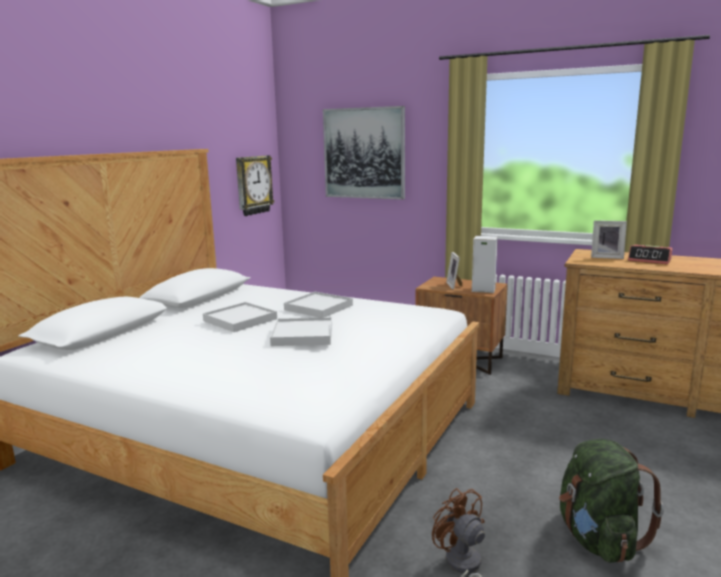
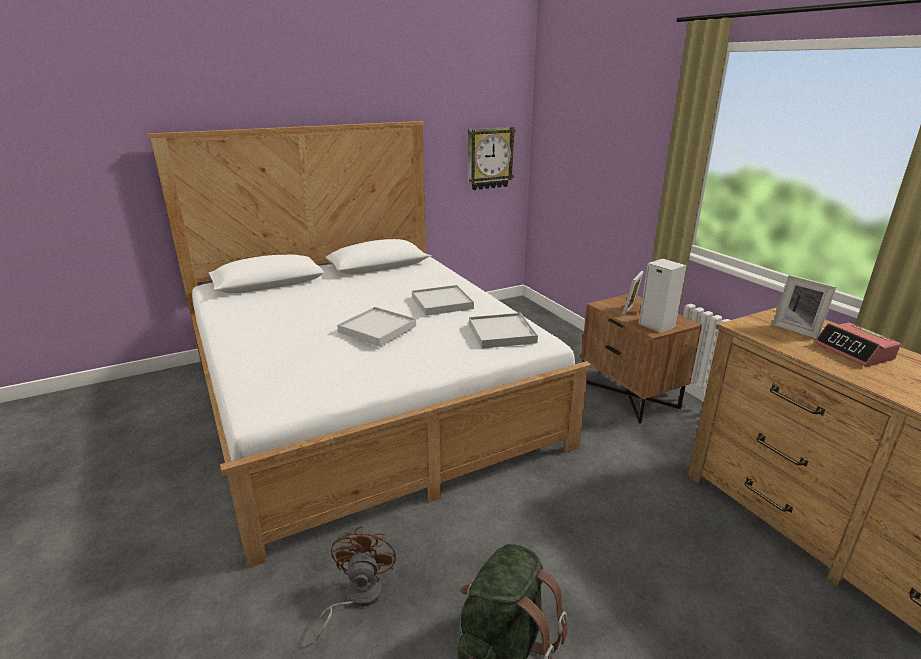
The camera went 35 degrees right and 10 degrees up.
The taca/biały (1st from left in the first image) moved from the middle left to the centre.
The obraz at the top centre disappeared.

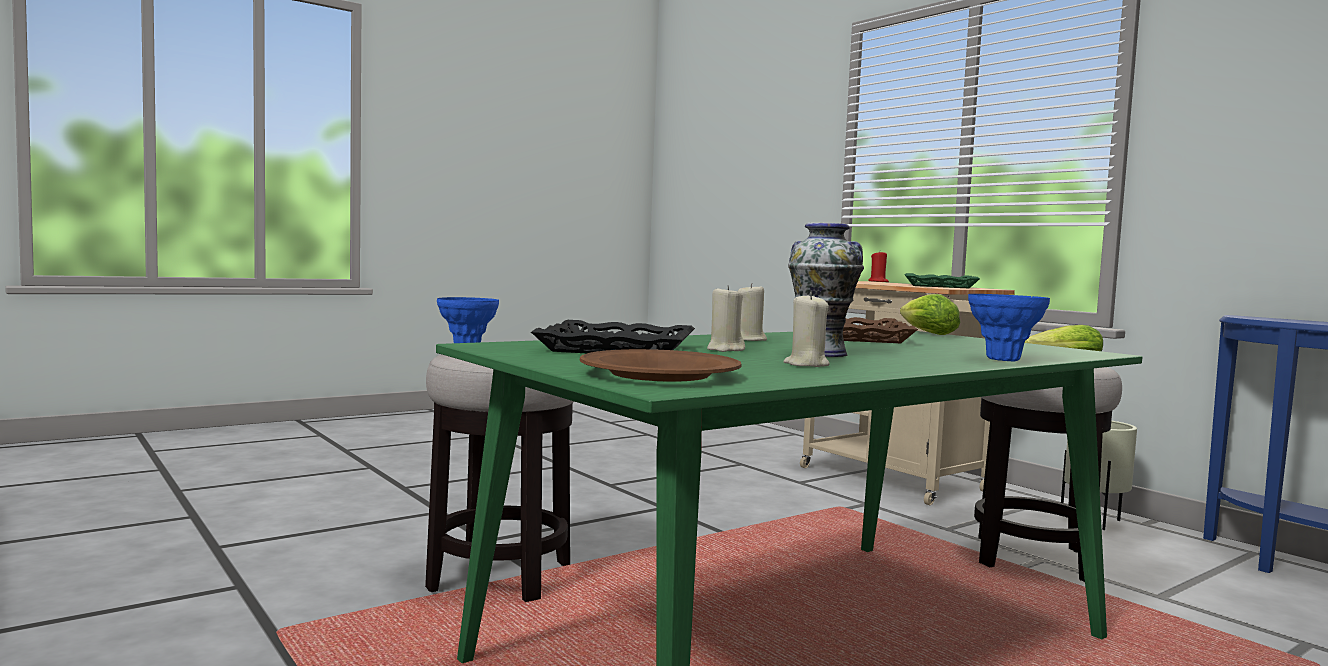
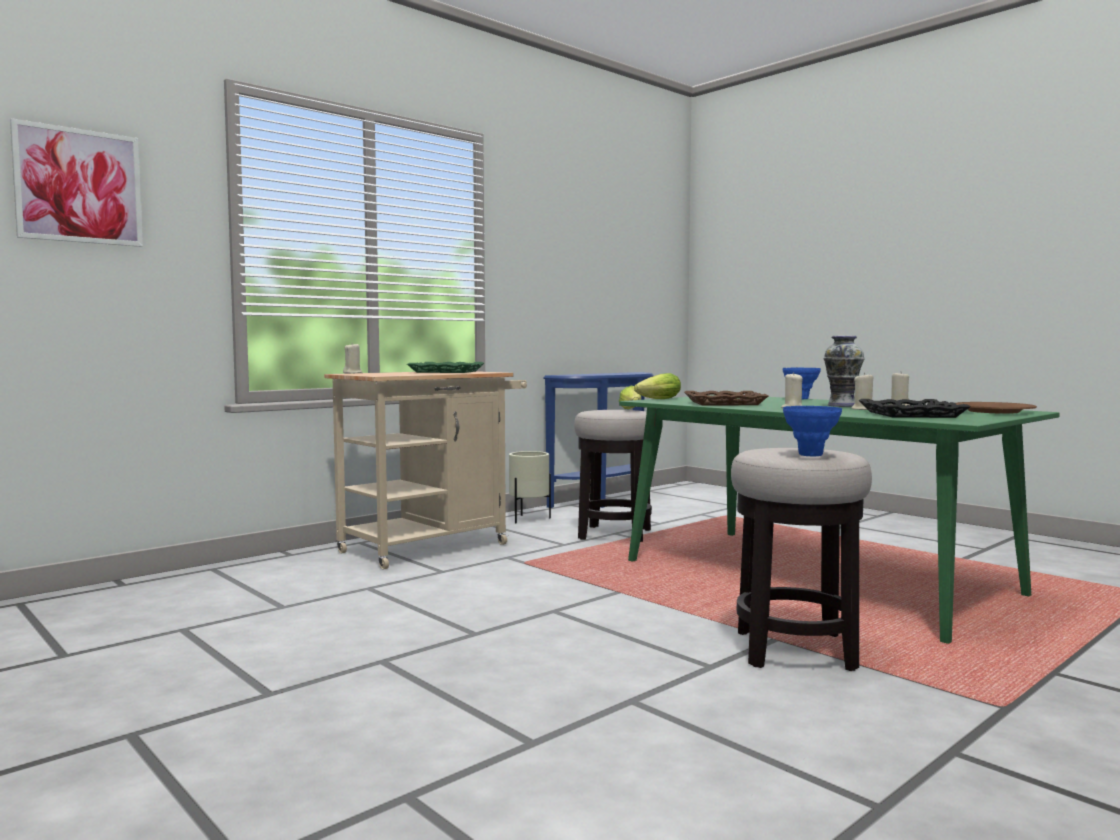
The camera went 95 degrees left and 0 degrees up.
The świeca/czerwony at the centre became the świeca/beżowy (1st from left) at the middle left.
The obraz at the top left appeared.

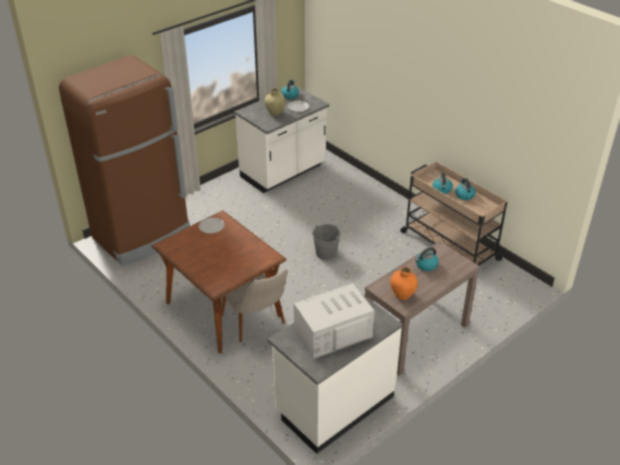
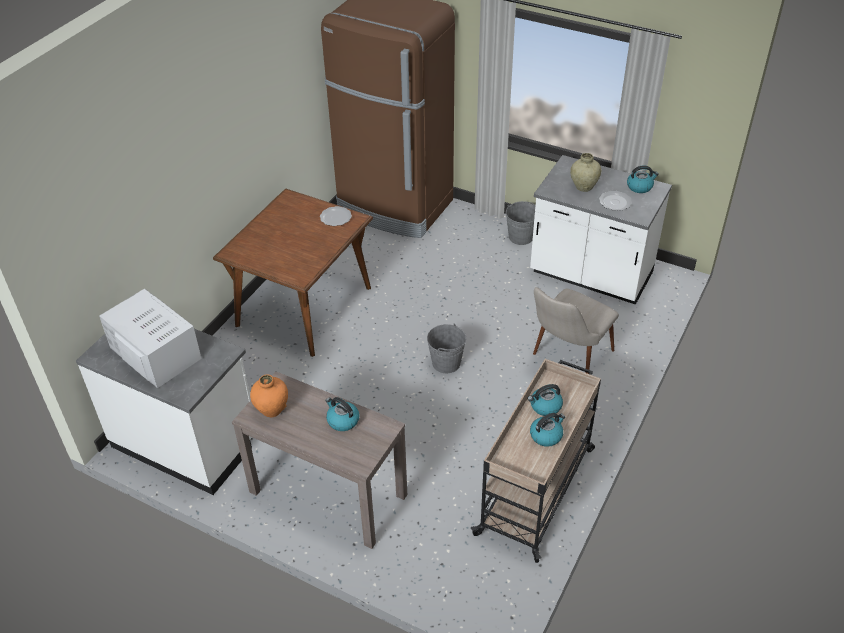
The camera went 70 degrees right and 5 degrees up.
The krzesło/beżowy moved from the centre to the middle right.
The wiadro/szary (2nd from left) at the centre appeared.

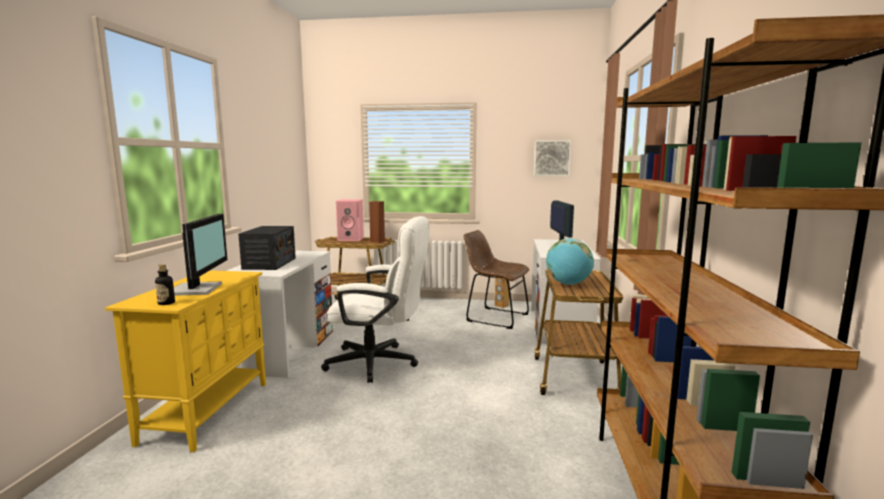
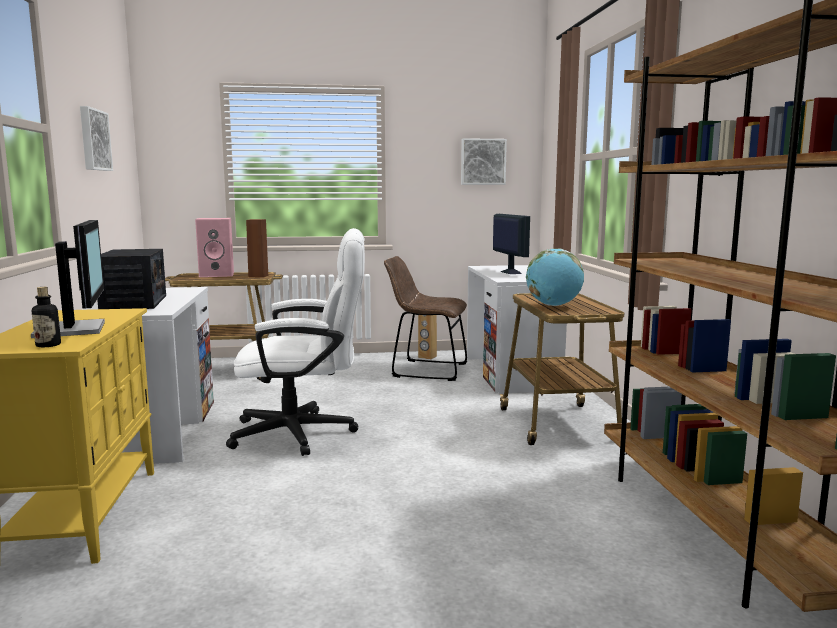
The camera went 15 degrees left and 0 degrees up.
The obraz (1st from left) at the top left appeared.

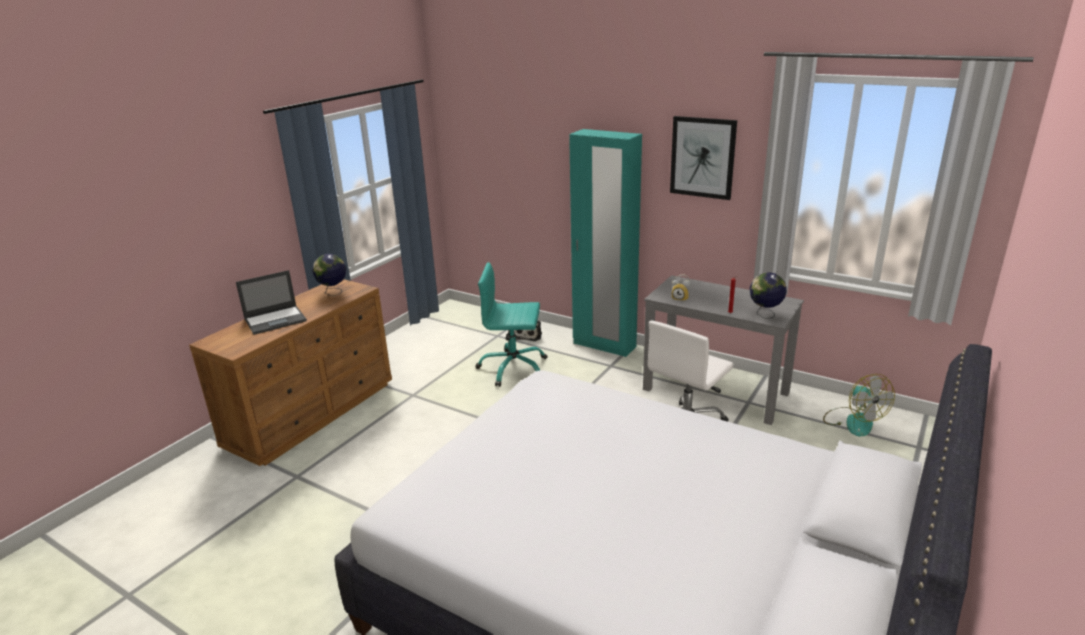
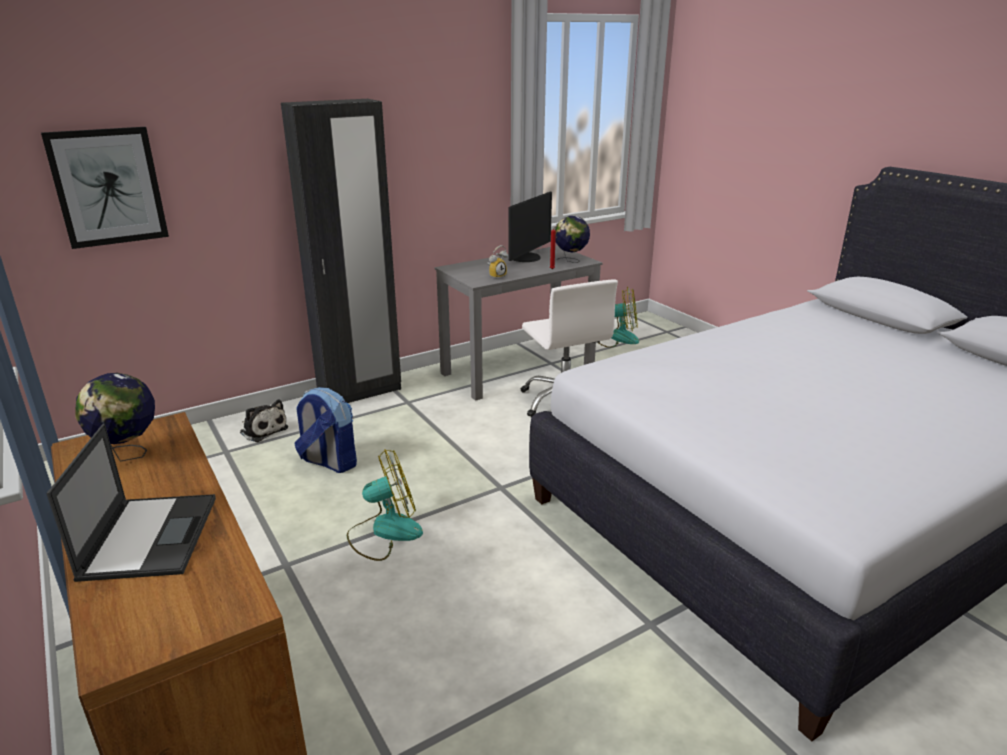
The camera went 65 degrees left and 0 degrees up.
The krzesło biurowe/turkusowy at the centre was replaced by the plecak at the middle left.
The szafa/turkusowy at the centre became the szafa/czarny at the top centre.
The obraz moved from the top centre to the top left.
The wentylator (1st from left) at the bottom centre appeared.
The monitor at the top centre appeared.

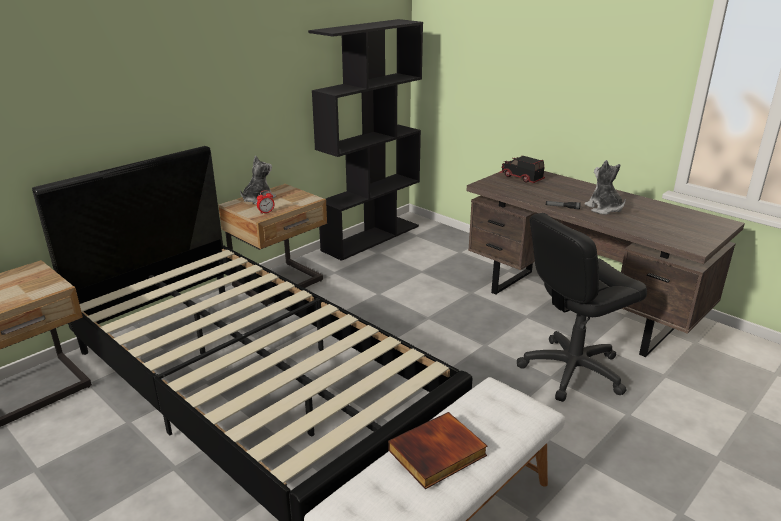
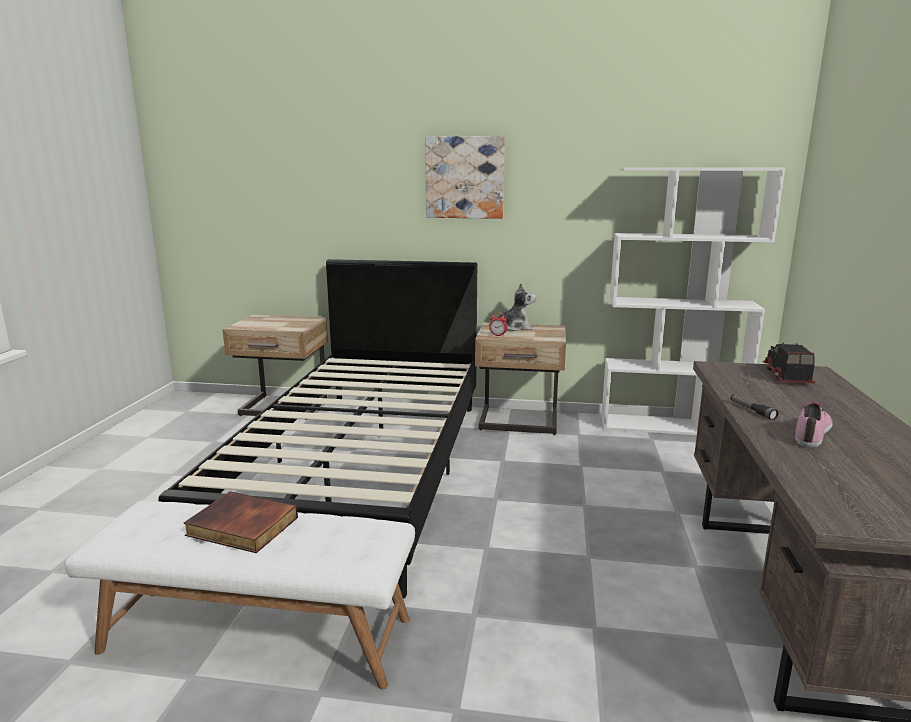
The camera went 55 degrees right and 10 degrees down.
The regał/czarny at the top centre became the regał/biały at the middle right.
The krzesło biurowe/czarny at the middle right disappeared.
The pluszak (2nd from left) at the middle right was replaced by the but at the middle right.
The obraz at the top centre appeared.

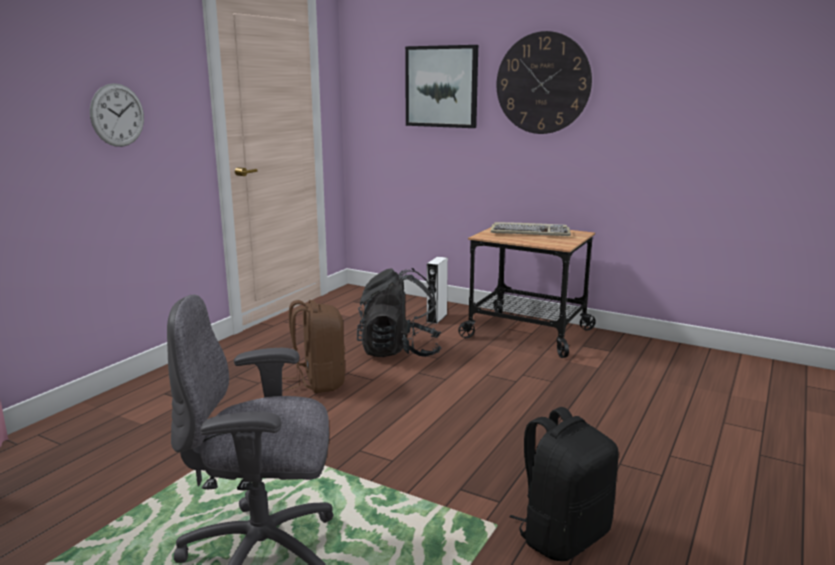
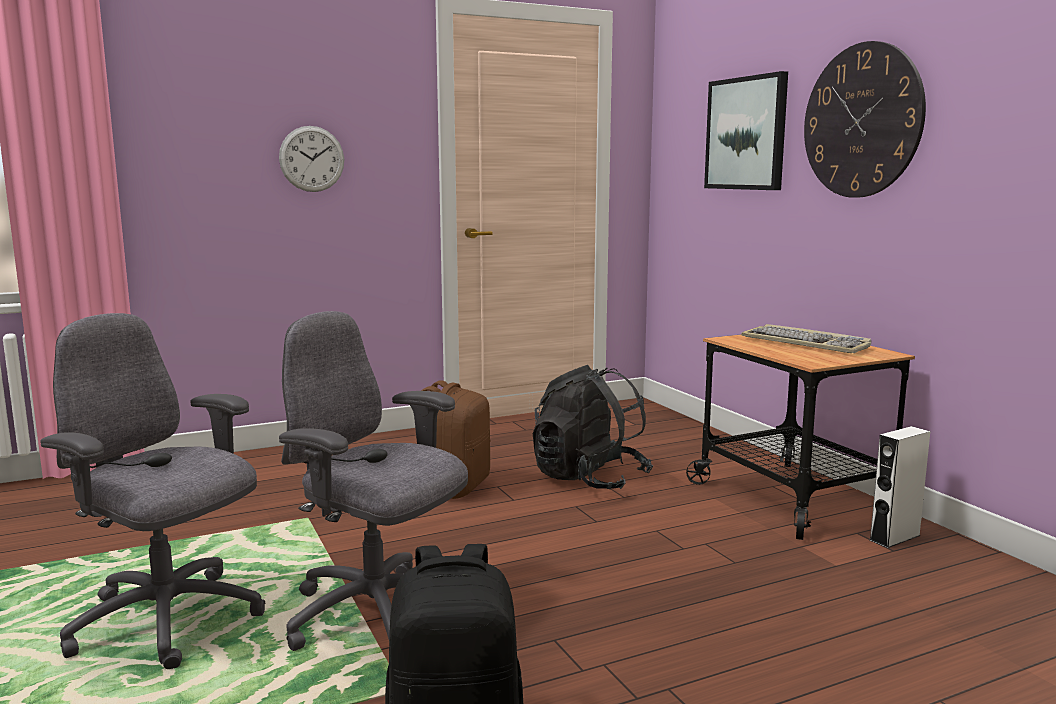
The camera went 35 degrees right and 5 degrees down.
The głośnik/biały moved from the centre to the bottom right.
The krzesło biurowe/szary (2nd from left) at the bottom centre appeared.

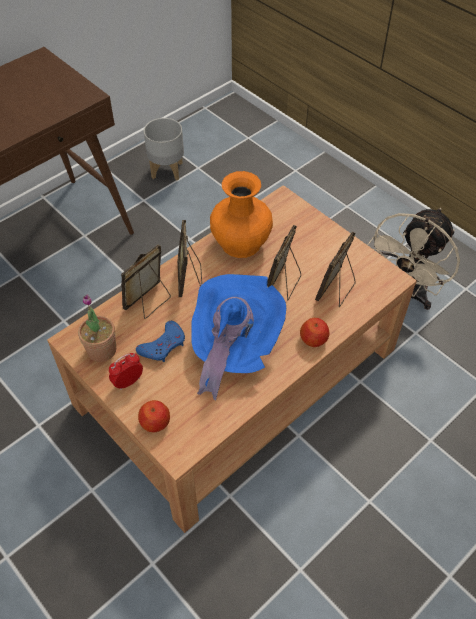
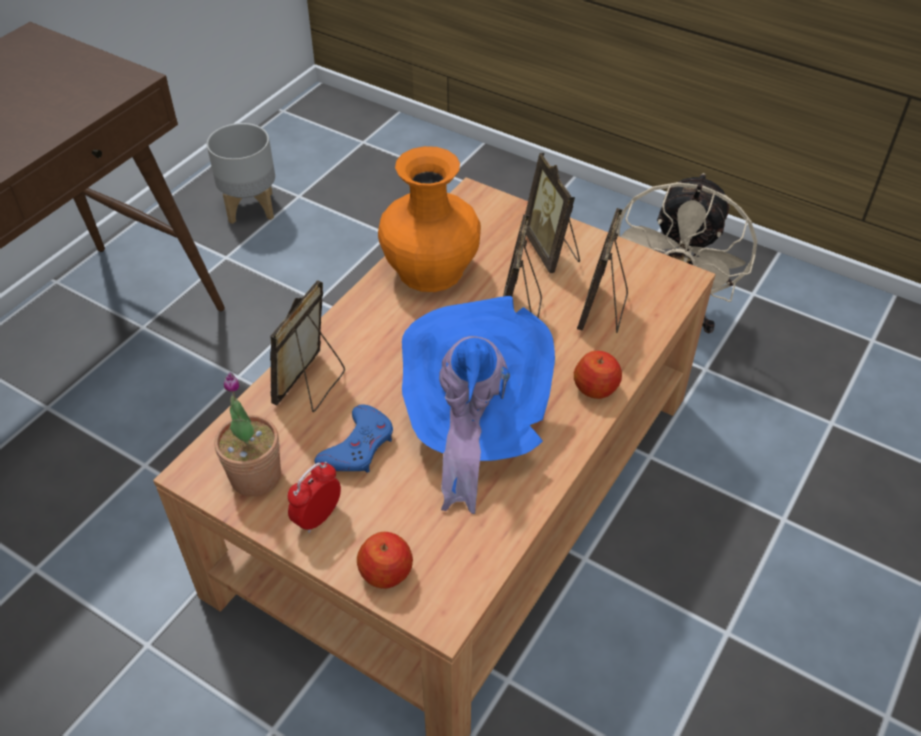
The camera went 15 degrees left and 5 degrees down.
The ramka na zdjęcie (2nd from left in the first image) moved from the centre to the top centre.

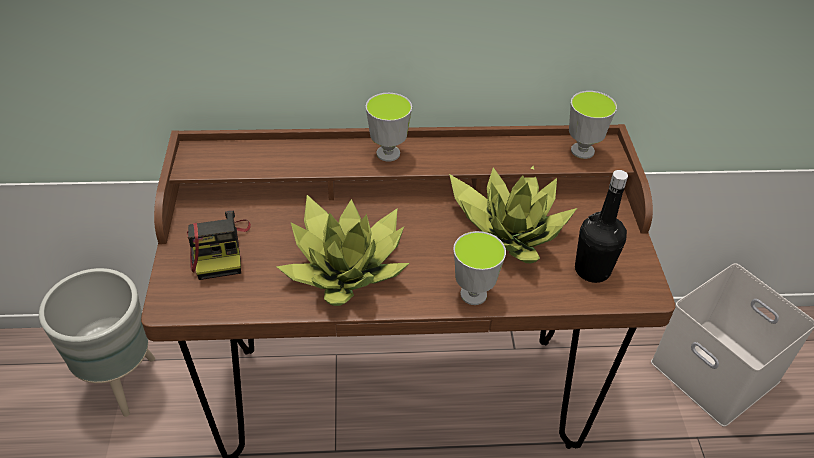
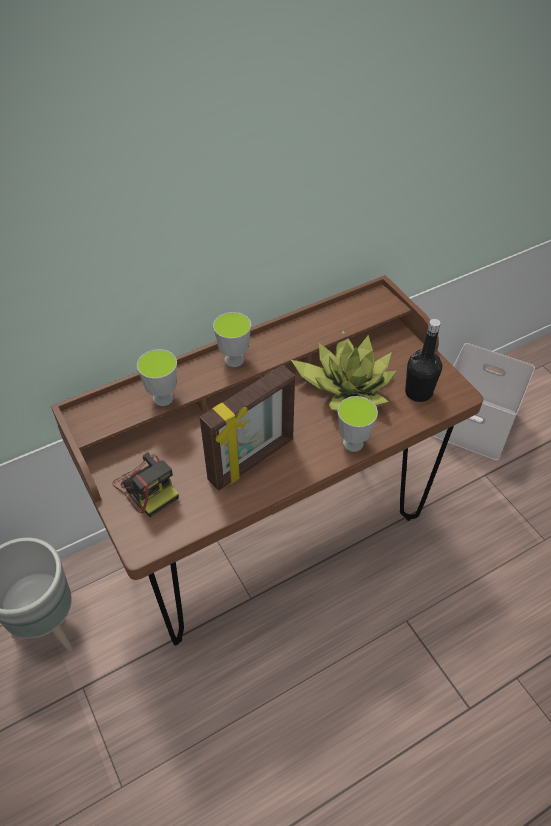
The camera went 25 degrees left and 5 degrees up.
The roślina doniczkowa (1st from left) at the centre was replaced by the ramka na zdjęcie at the centre.
The filiżanka (3rd from left in the first image) moved from the top right to the middle left.

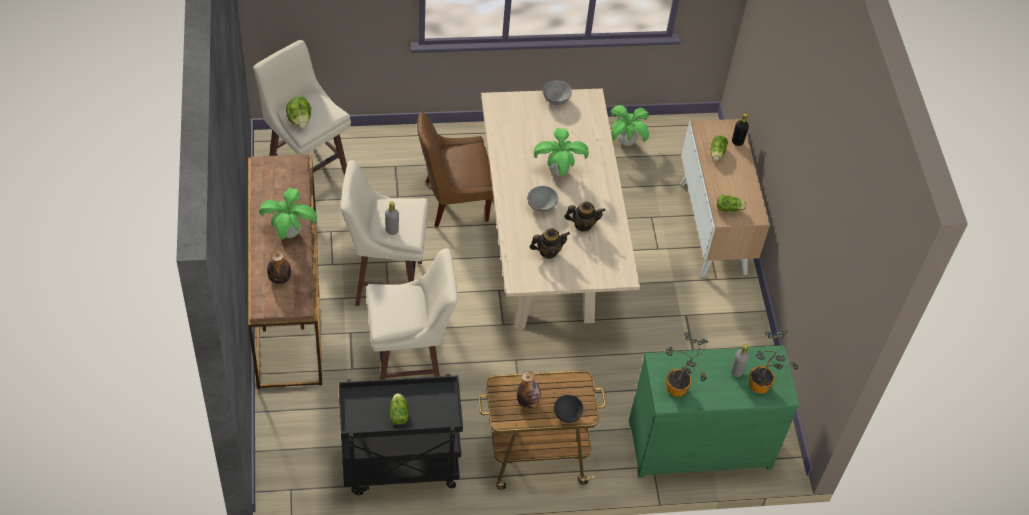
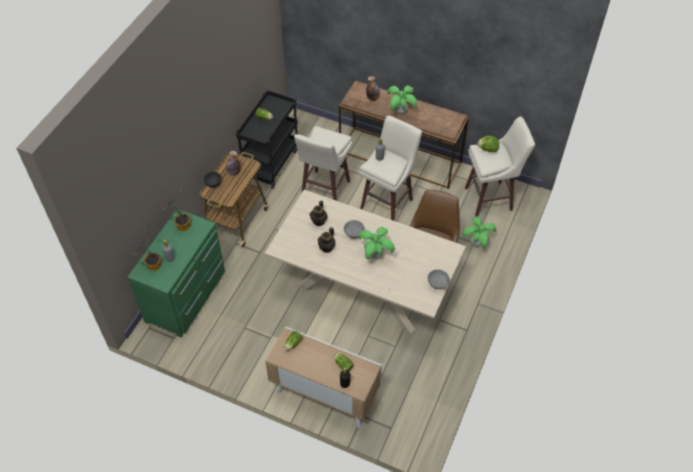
The camera went 125 degrees right and 0 degrees up.
The roślina doniczkowa (3rd from left in the first image) moved from the top centre to the middle right.

